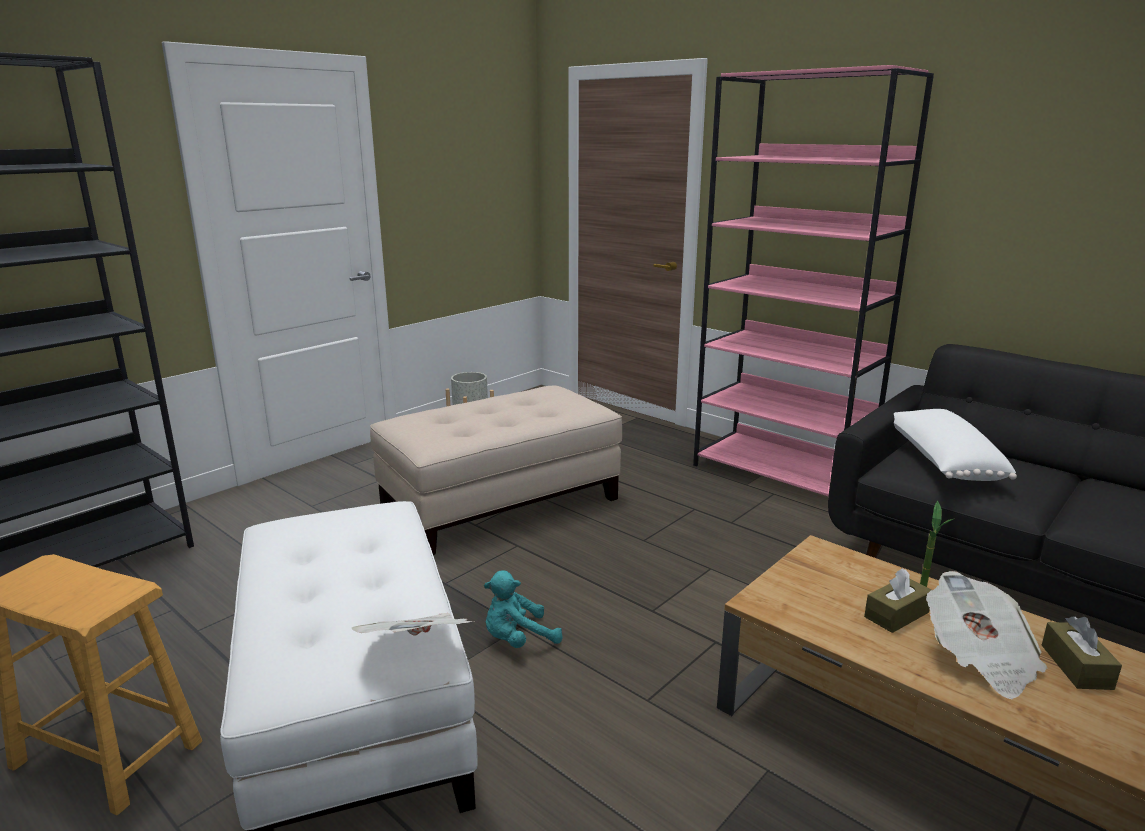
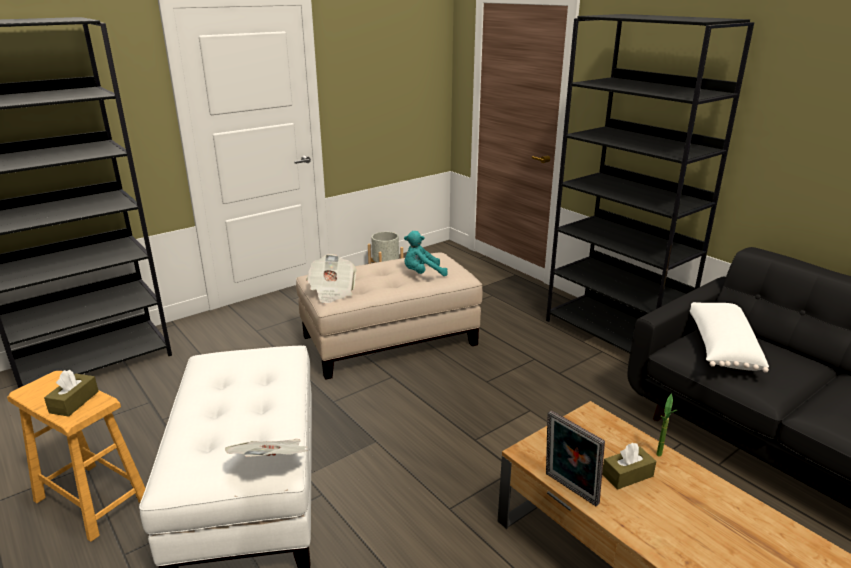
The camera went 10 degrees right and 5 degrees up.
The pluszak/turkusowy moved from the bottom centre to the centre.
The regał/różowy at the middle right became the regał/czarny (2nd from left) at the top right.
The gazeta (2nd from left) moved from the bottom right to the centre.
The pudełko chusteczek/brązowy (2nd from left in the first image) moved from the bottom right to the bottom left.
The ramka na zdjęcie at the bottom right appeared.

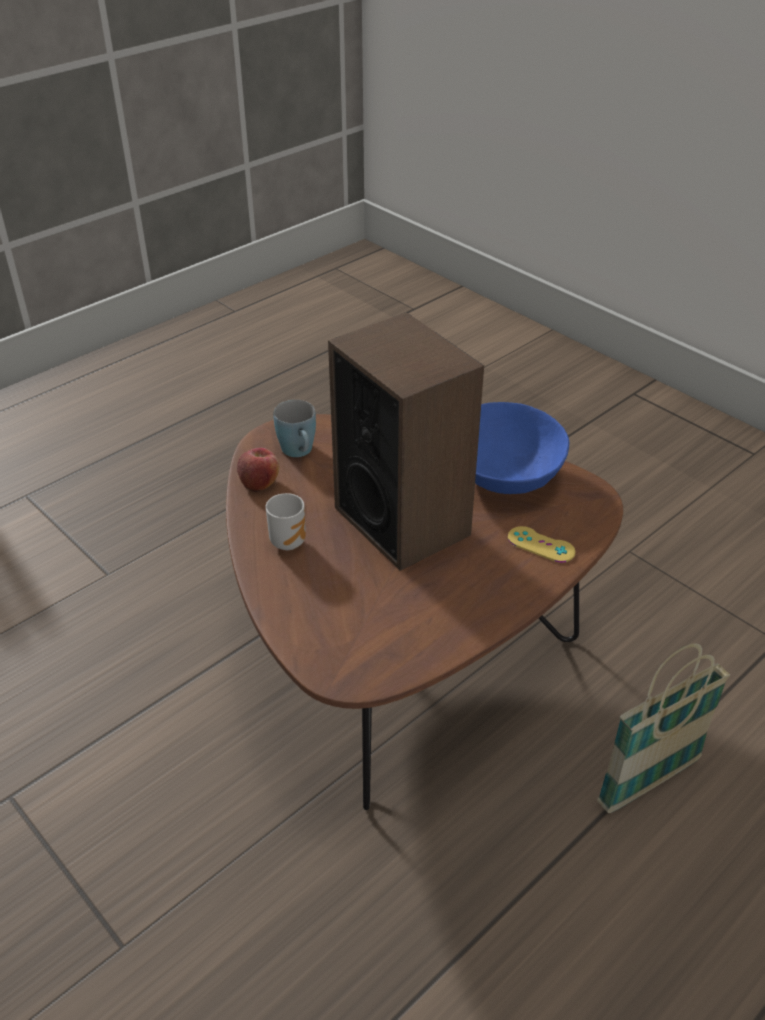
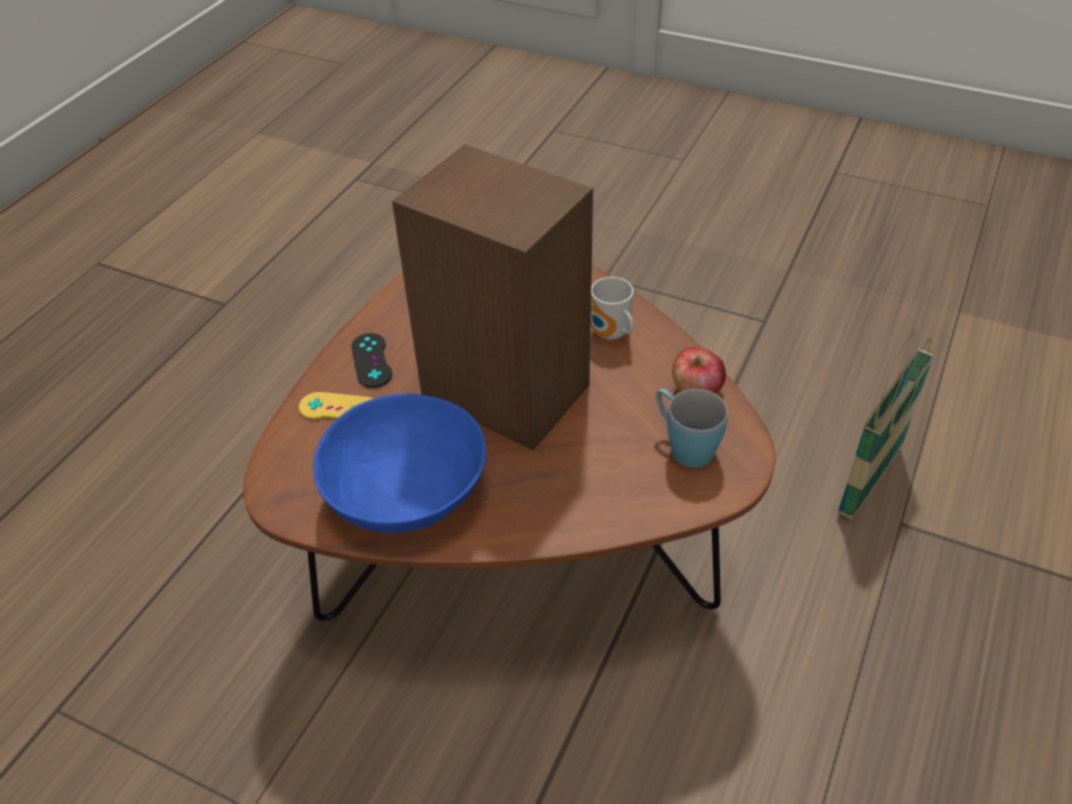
The camera went 160 degrees right and 5 degrees up.
The koszyk moved from the bottom right to the middle right.
The pad do gier/czarny at the centre appeared.

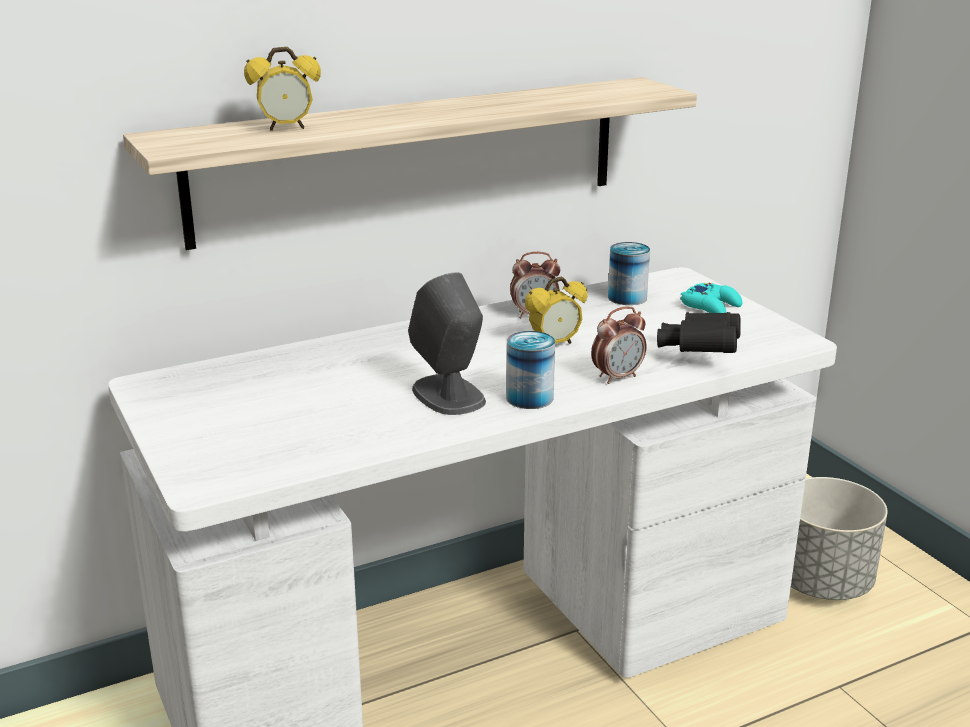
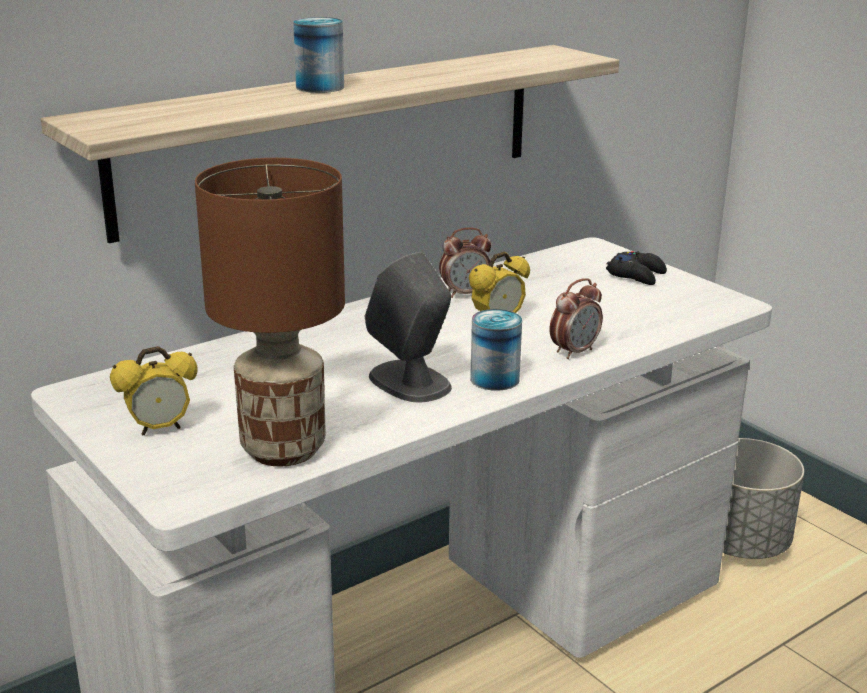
The camera went 10 degrees left and 0 degrees up.
The budzik (1st from left) moved from the top left to the middle left.
The puszka (2nd from left in the first image) moved from the centre to the top centre.
The lornetka/czarny at the middle right disappeared.
The pad do gier/turkusowy at the middle right became the pad do gier/czarny at the middle right.
The lampa stołowa/brązowy at the middle left appeared.

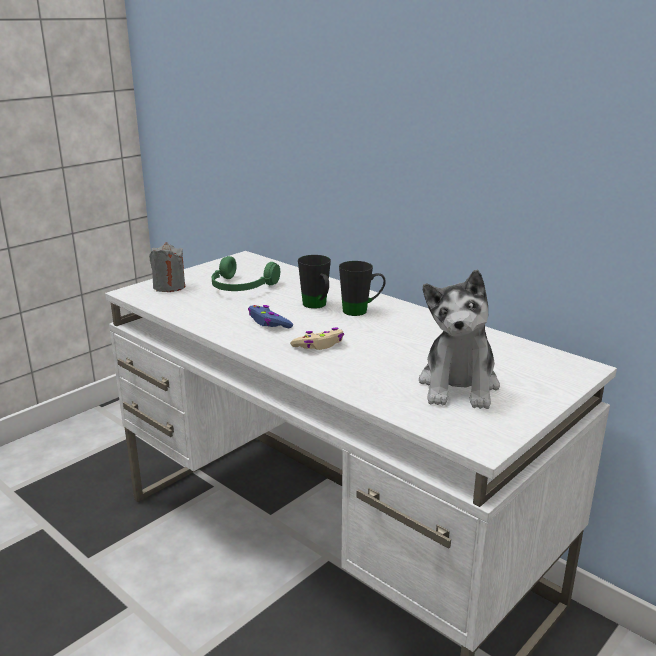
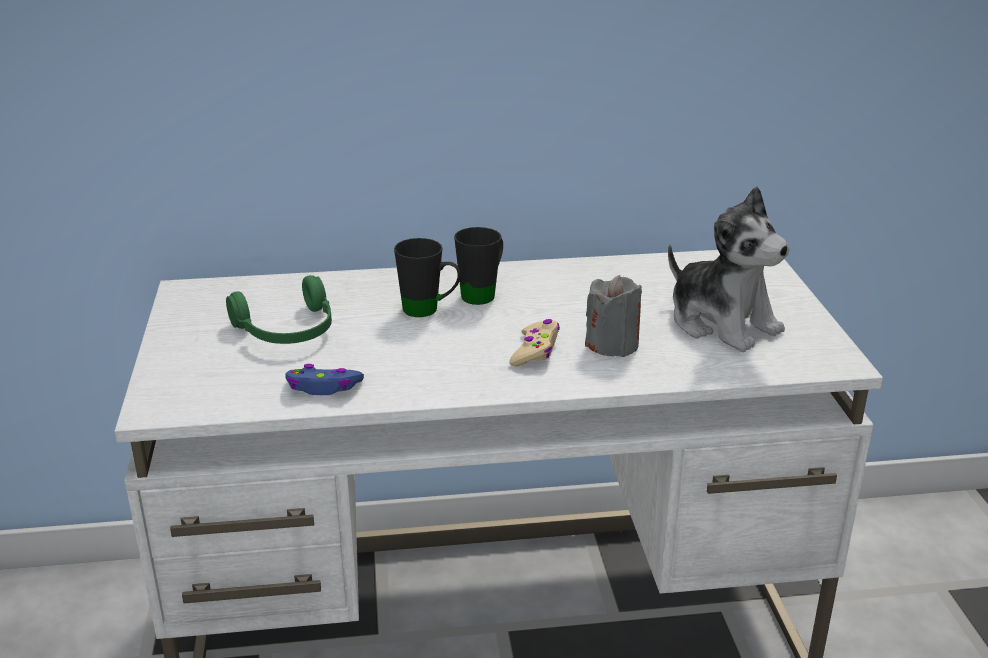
The camera went 50 degrees left and 5 degrees up.
The świeca/szary moved from the middle left to the centre.
The pad do gier/niebieski moved from the centre to the middle left.

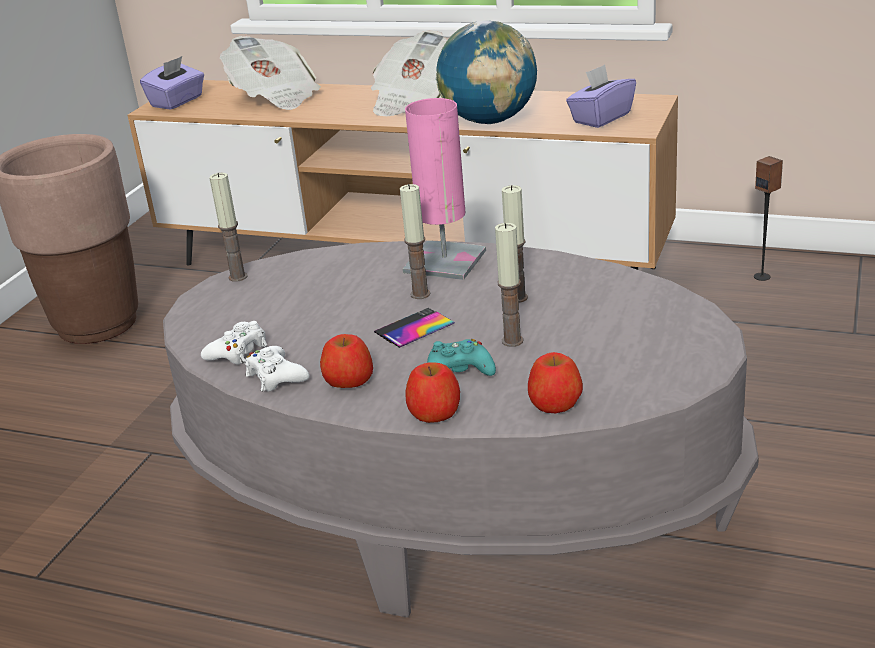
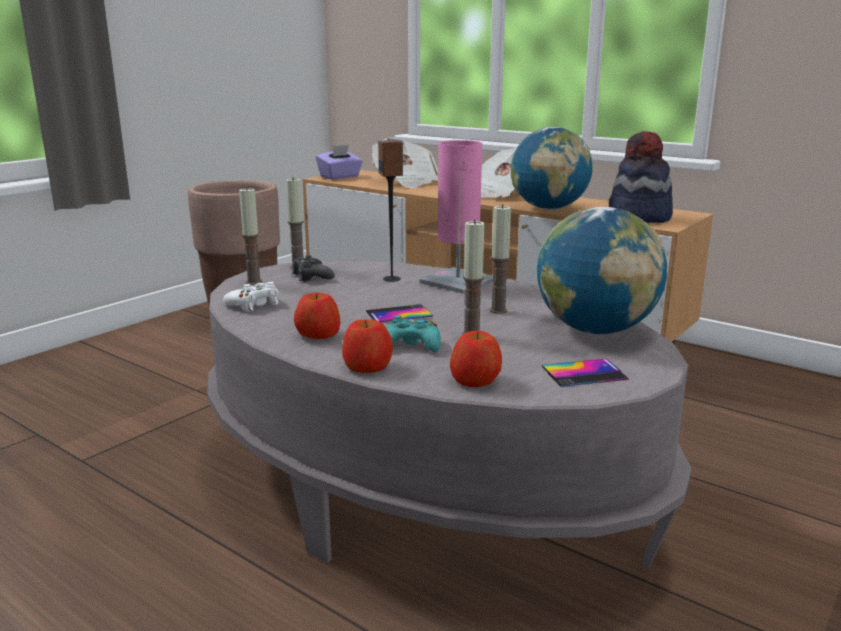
The camera went 15 degrees right and 10 degrees down.
The pad do gier/biały (2nd from left) at the middle left disappeared.
The świeca (2nd from left in the first image) moved from the centre to the middle left.
The pudełko chusteczek/fioletowy (2nd from left) at the top right was replaced by the kapelusz at the top right.
The głośnik moved from the middle right to the centre.
The pad do gier/czarny at the centre appeared.
The globus (2nd from left) at the middle right appeared.
The telefon (2nd from left) at the middle right appeared.

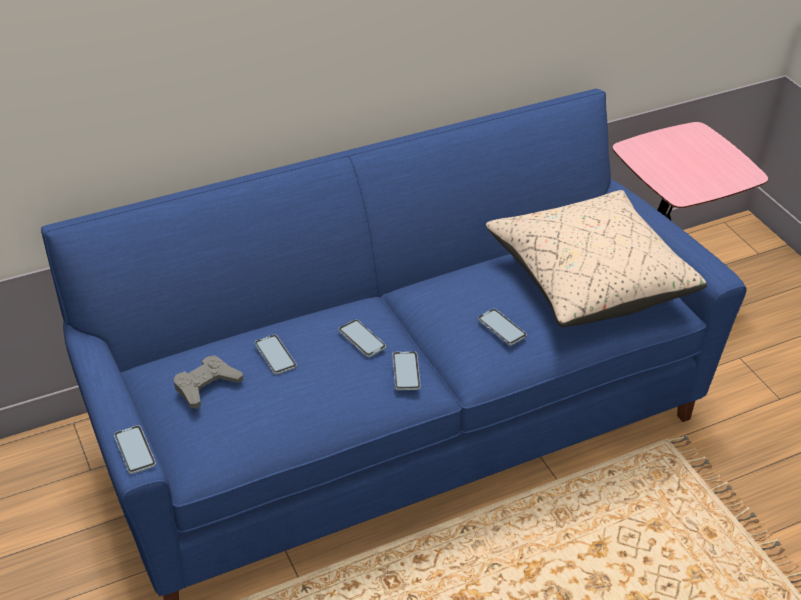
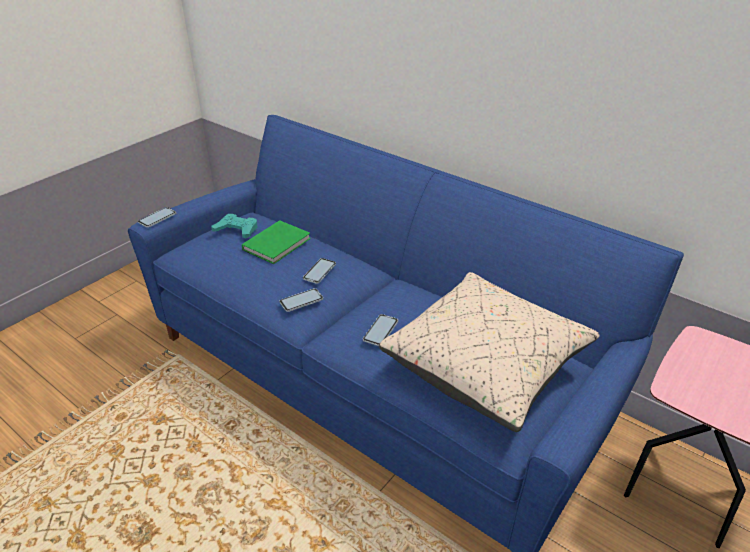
The camera went 65 degrees right and 5 degrees down.
The pad do gier/szary at the middle left became the pad do gier/turkusowy at the middle left.
The telefon (2nd from left) at the centre was replaced by the książka/zielony at the centre.

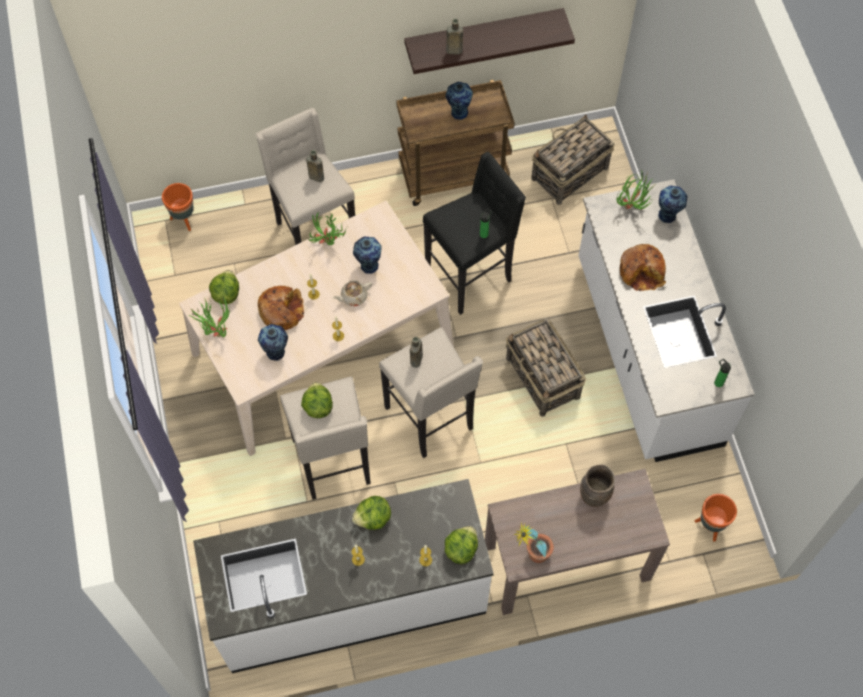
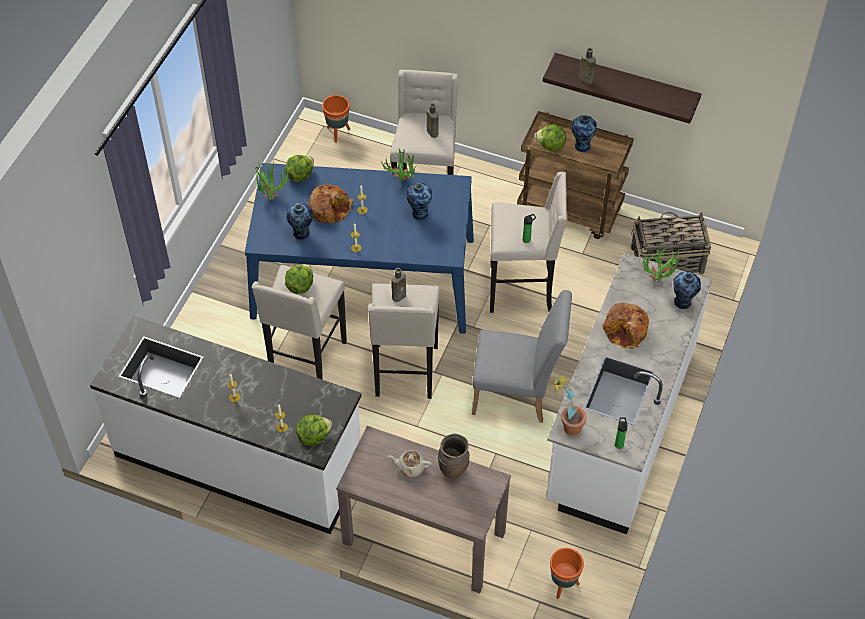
The camera went 35 degrees right and 10 degrees down.
The stół jadalny/beżowy at the centre became the stół jadalny/niebieski at the centre.
The imbryk/beżowy moved from the centre to the bottom centre.
The sałata (3rd from left in the first image) moved from the bottom centre to the top centre.
The stołek/czarny at the centre became the stołek/beżowy (4th from left) at the centre.
The koszyk (1st from left) at the centre was replaced by the krzesło/szary at the centre.
The roślina doniczkowa (3rd from left) moved from the bottom centre to the centre.

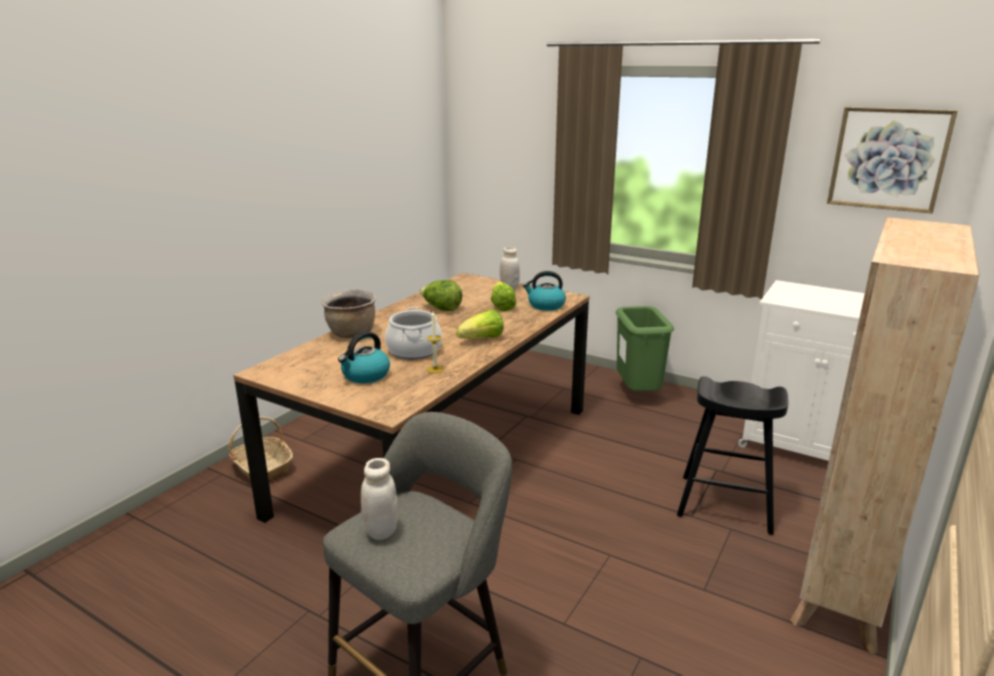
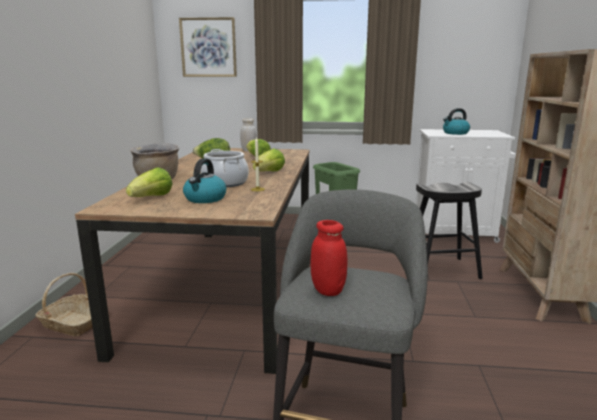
The camera went 25 degrees left and 5 degrees down.
The słoik/biały (1st from left) at the bottom centre became the słoik/czerwony at the centre.
The czajnik (2nd from left) moved from the centre to the top right.
The obraz moved from the top right to the top centre.
The sałata (1st from left) at the middle left appeared.

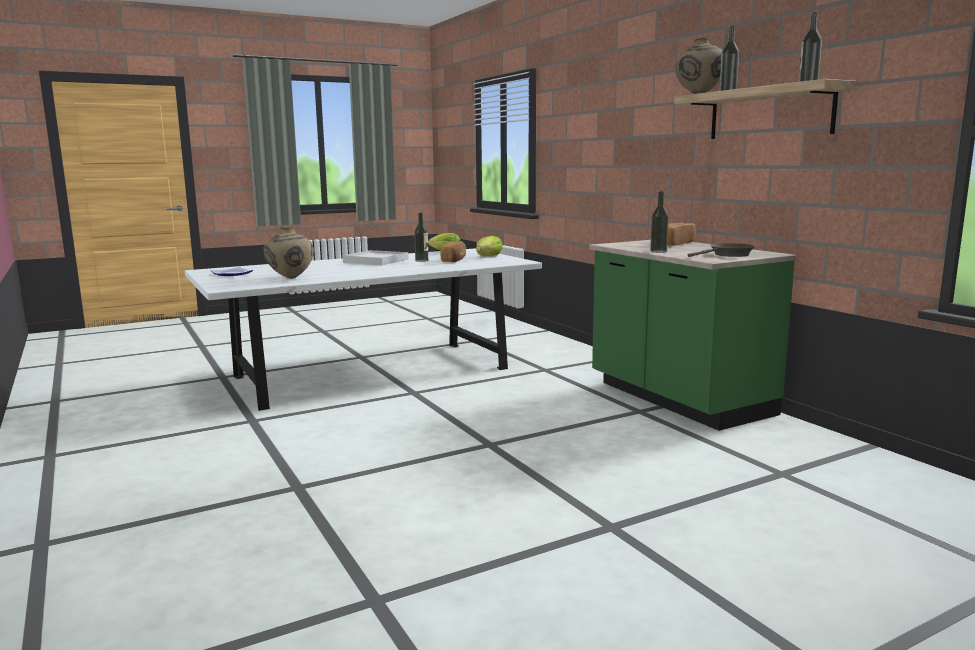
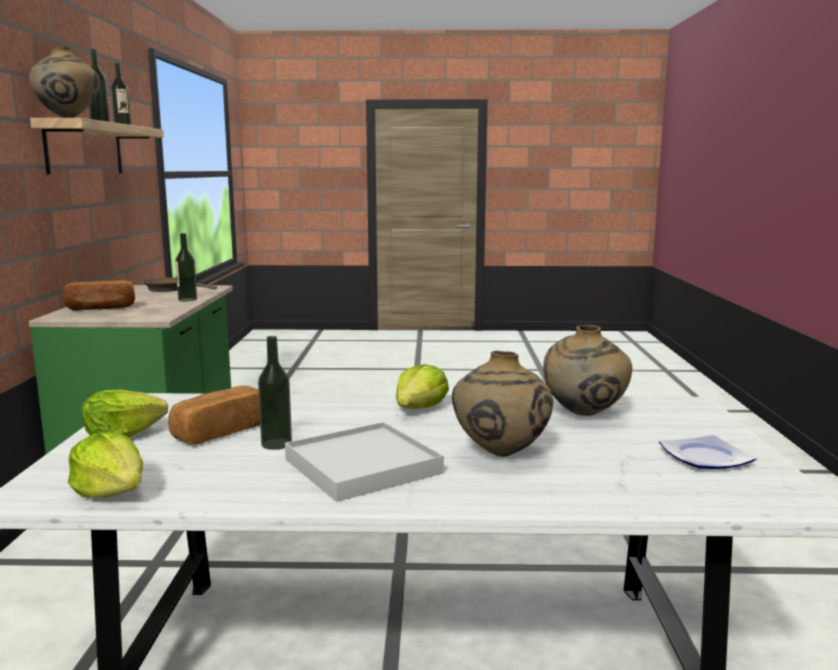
The camera went 150 degrees left and 0 degrees up.
The sałata (3rd from left) at the centre appeared.
The wazon/beżowy (2nd from left) at the centre appeared.

